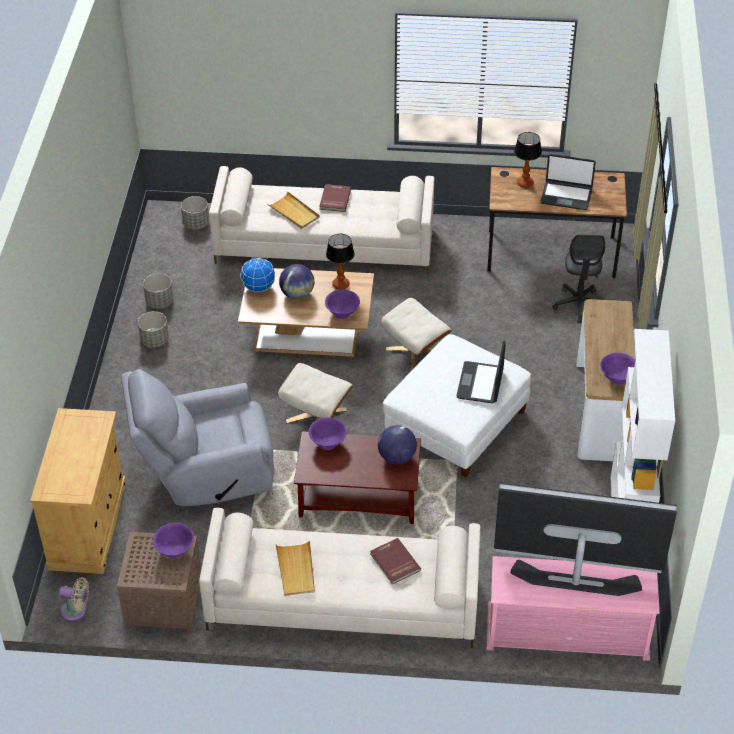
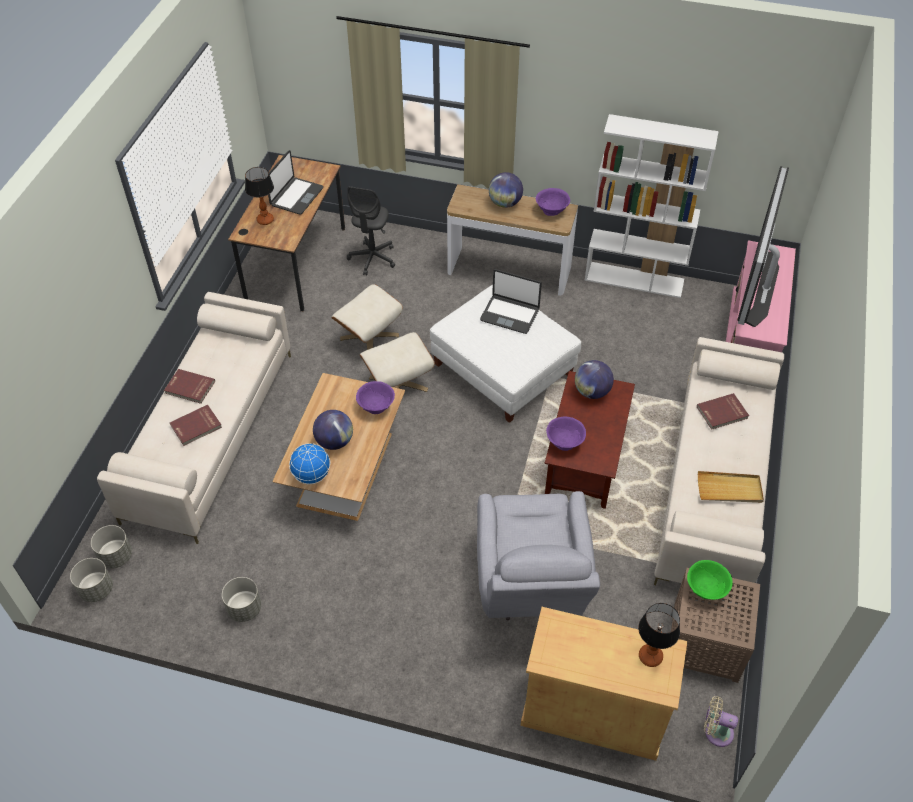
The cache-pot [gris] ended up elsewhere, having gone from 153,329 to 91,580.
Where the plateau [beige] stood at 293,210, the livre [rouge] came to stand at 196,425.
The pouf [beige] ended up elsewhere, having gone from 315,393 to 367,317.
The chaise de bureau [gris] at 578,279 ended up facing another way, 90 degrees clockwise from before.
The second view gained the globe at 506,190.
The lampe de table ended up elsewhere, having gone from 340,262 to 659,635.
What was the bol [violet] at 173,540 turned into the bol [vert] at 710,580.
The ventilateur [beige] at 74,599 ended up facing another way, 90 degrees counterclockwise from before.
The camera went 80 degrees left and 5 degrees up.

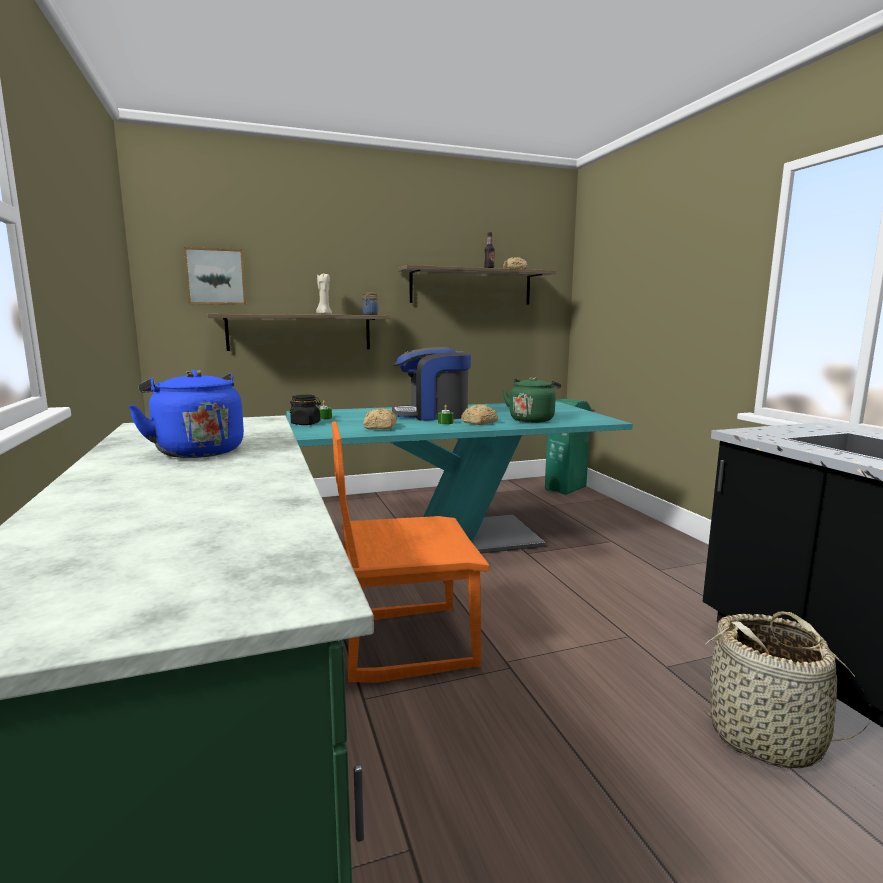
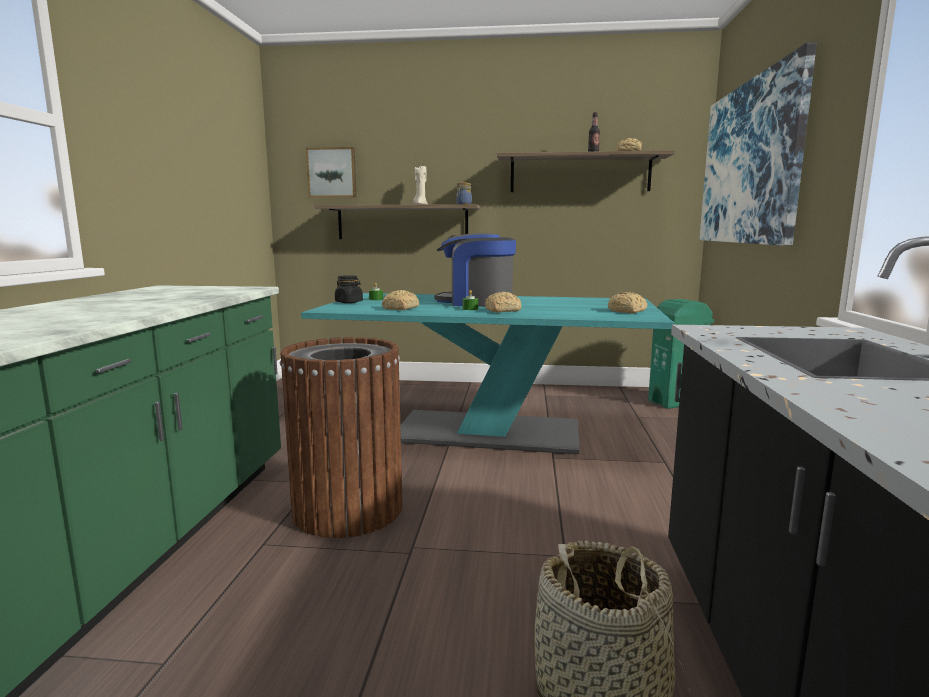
Where the chaise [orange] stood at 410,552, the poubelle [marron] came to stand at 341,437.
The second view gained the pain at 627,302.
The second view gained the tableau at 758,144.
The second view lost the bouilloire [bleu] at 186,414.
The second view lost the bouilloire [vert] at 532,400.
The camera went 25 degrees right and 0 degrees up.

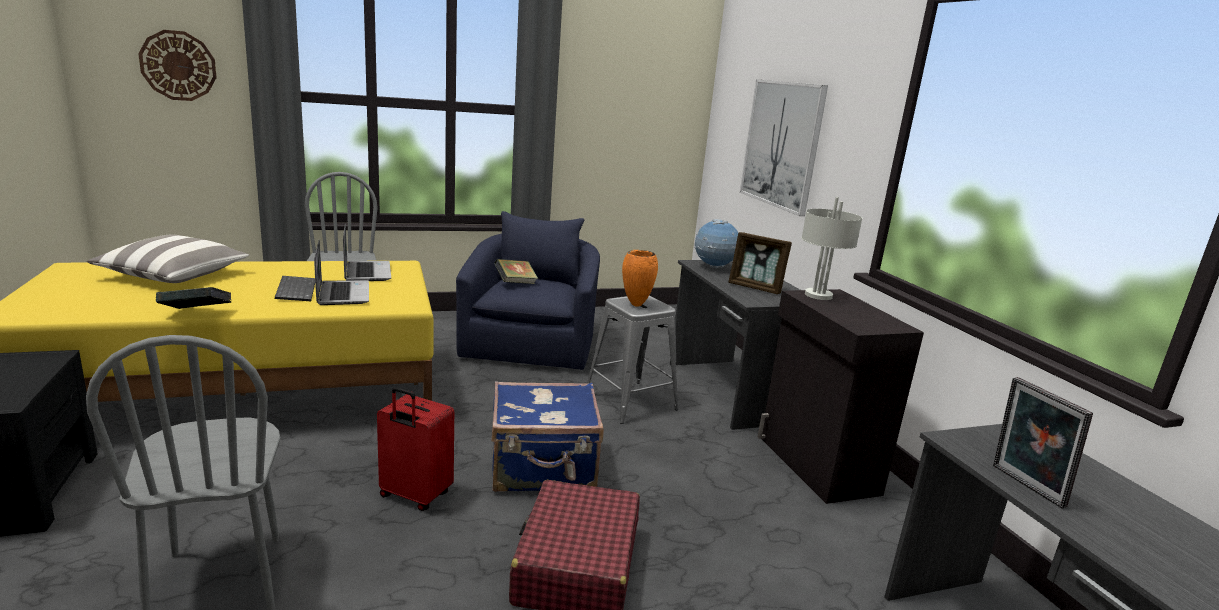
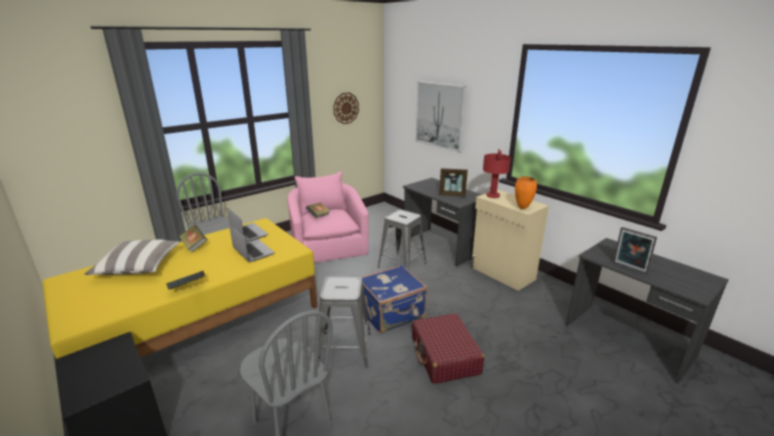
The second view gained the livre at 193,239.
What was the fauteuil [bleu] at 528,290 turned into the fauteuil [rose] at 328,217.
Where the valise [rouge] stood at 415,449, the tabouret [gris] came to stand at 344,322.
The horloge murale ended up elsewhere, having gone from 177,65 to 346,108.
What was the meuble de rangement [noir] at 841,396 turned into the meuble de rangement [beige] at 510,240.
What was the lampe de table [gris] at 832,248 turned into the lampe de table [rouge] at 497,173.
The vase [orange] ended up elsewhere, having gone from 640,278 to 526,192.
The second view lost the clavier at 295,288.
The second view lost the globe at 716,244.
The camera went 20 degrees left and 5 degrees up.

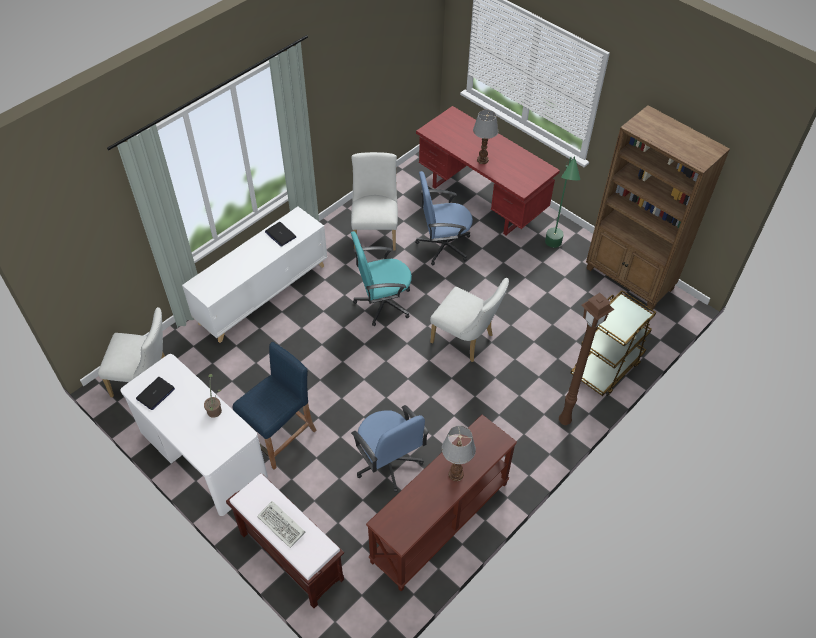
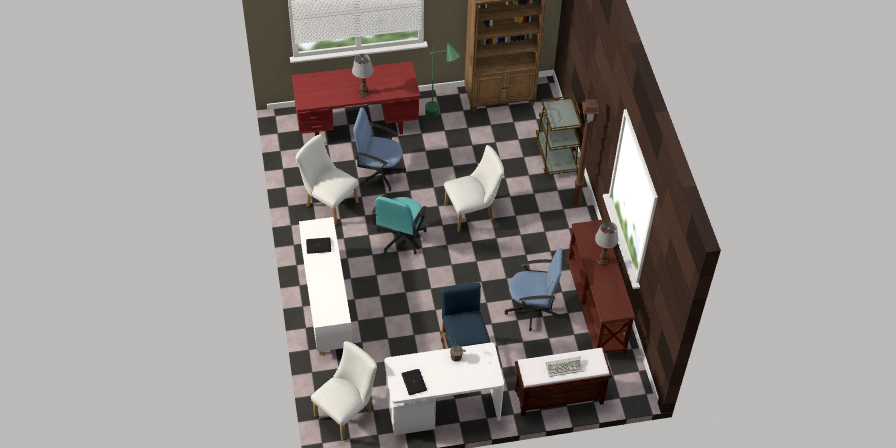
The chaise de bureau [bleu] at 444,218 ended up facing another way, 75 degrees clockwise from before.
The camera went 55 degrees left and 0 degrees up.

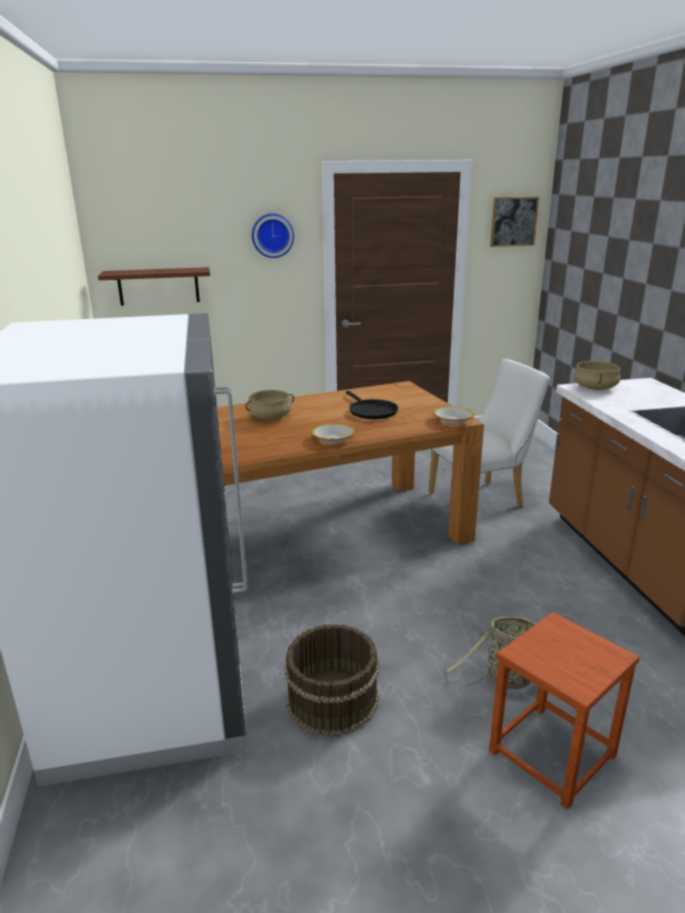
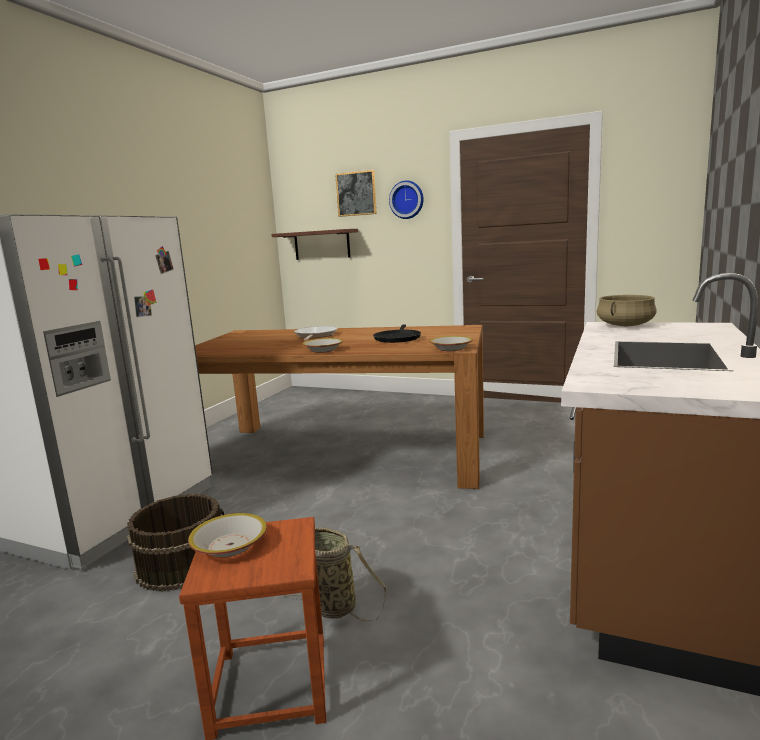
The second view gained the bol at 227,535.
Where the marmite [beige] stood at 269,405, the poêle came to stand at 315,333.
The tableau ended up elsewhere, having gone from 514,222 to 356,193.
The second view lost the chaise [blanc] at 489,433.
The camera went 35 degrees right and 10 degrees down.

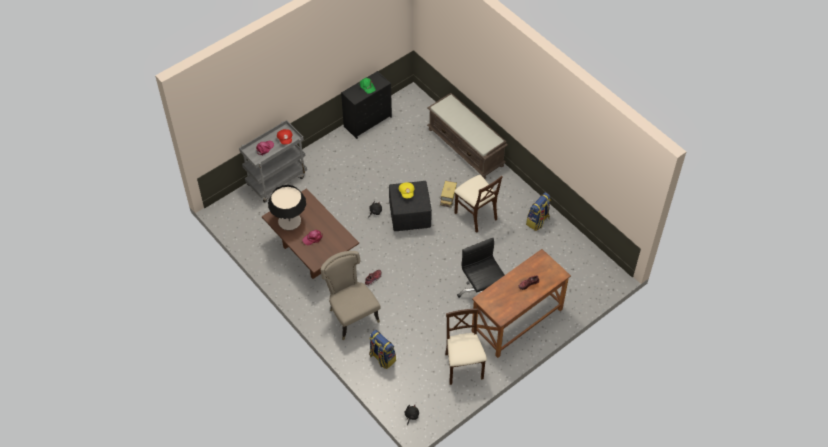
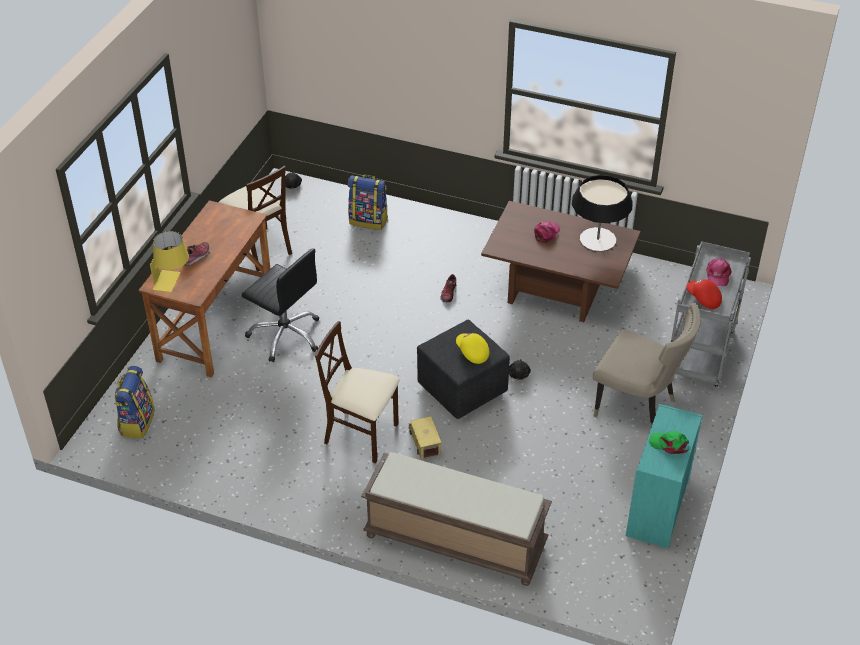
The sac à dos ended up elsewhere, having gone from 538,212 to 134,402.
The second view gained the lampe de table [jaune] at 169,261.
The chaise [beige] ended up elsewhere, having gone from 351,295 to 647,365.
What was the commode [noir] at 366,105 turned into the commode [turquoise] at 664,476.
The camera went 150 degrees right and 10 degrees down.

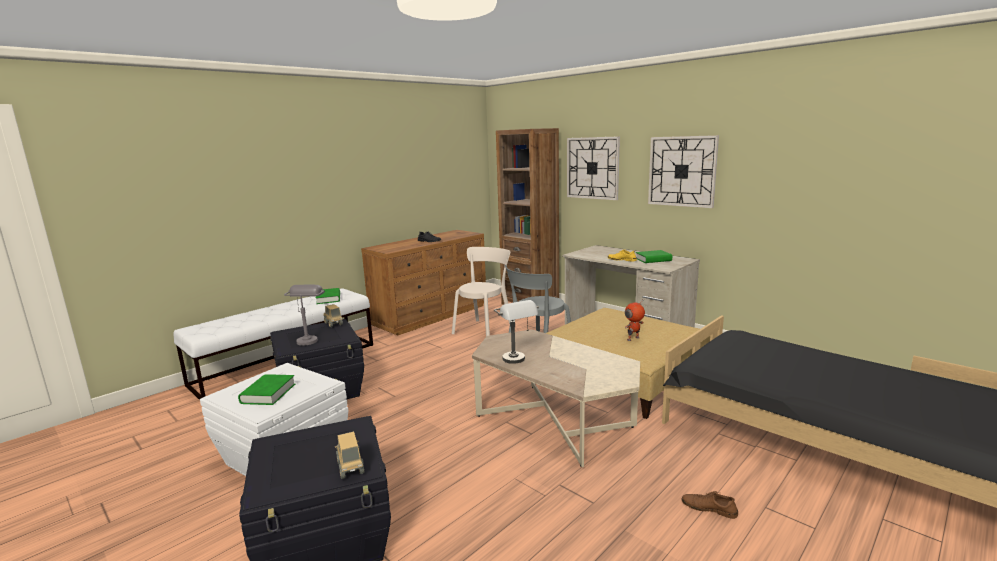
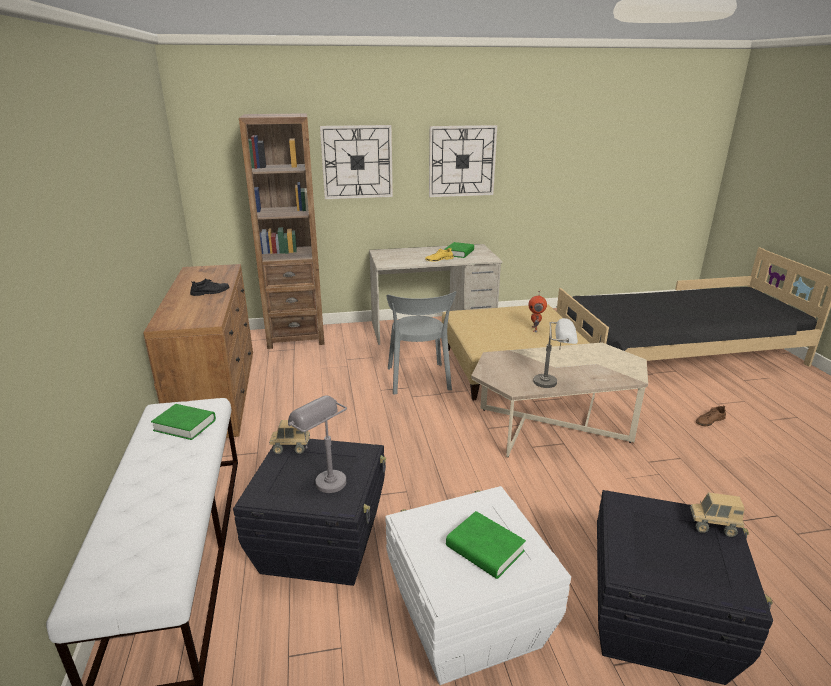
The second view lost the chaise [beige] at 481,291.
The camera went 55 degrees left and 10 degrees up.

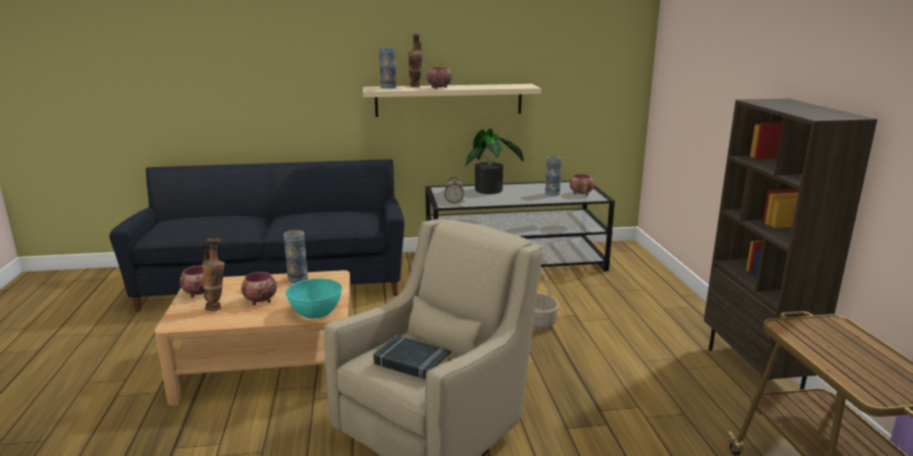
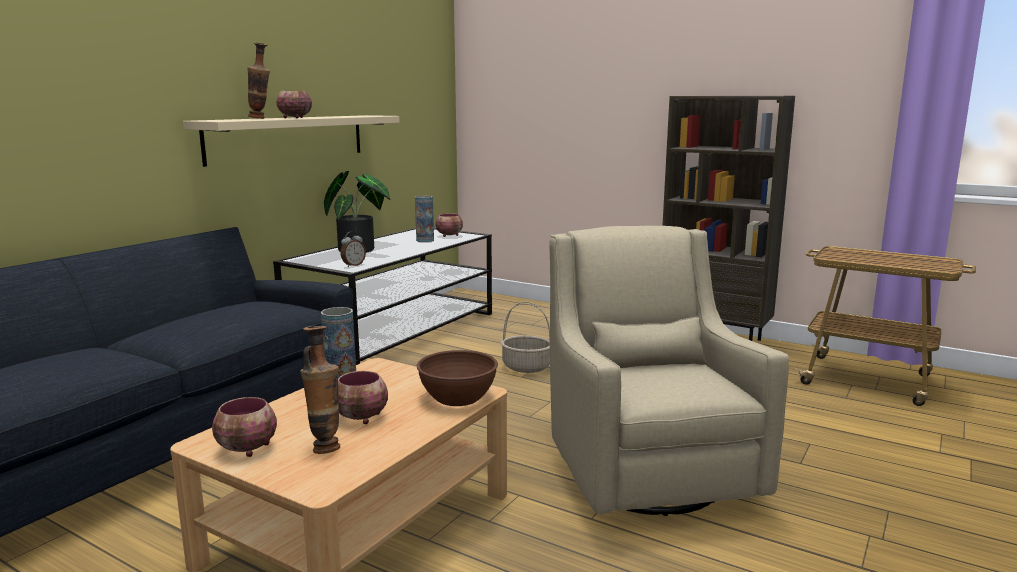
What was the bol [turquoise] at 314,298 turned into the bol [marron] at 457,378.
The second view lost the livre [noir] at 412,357.
The second view lost the vase at 387,68.
The camera went 50 degrees left and 5 degrees down.

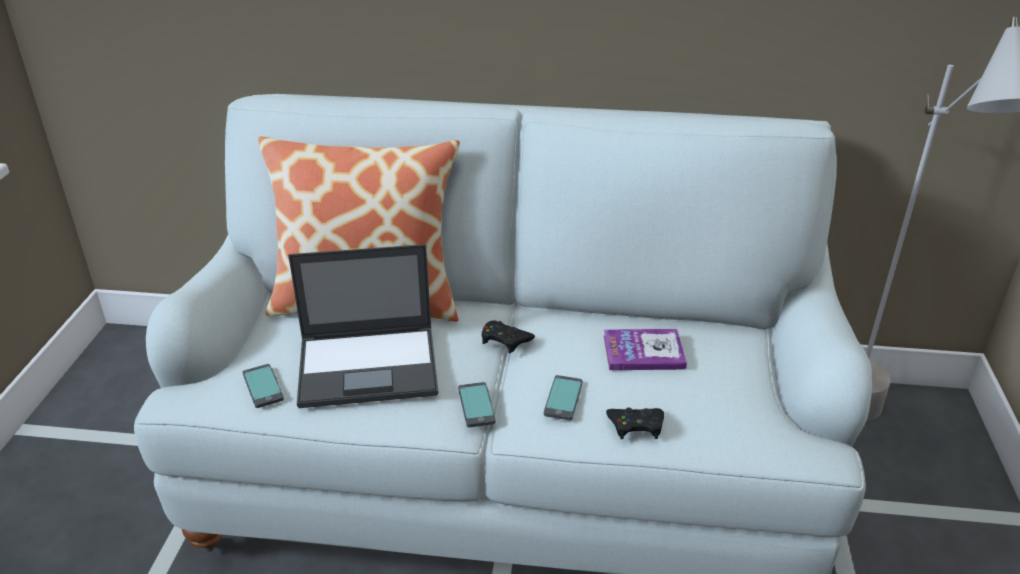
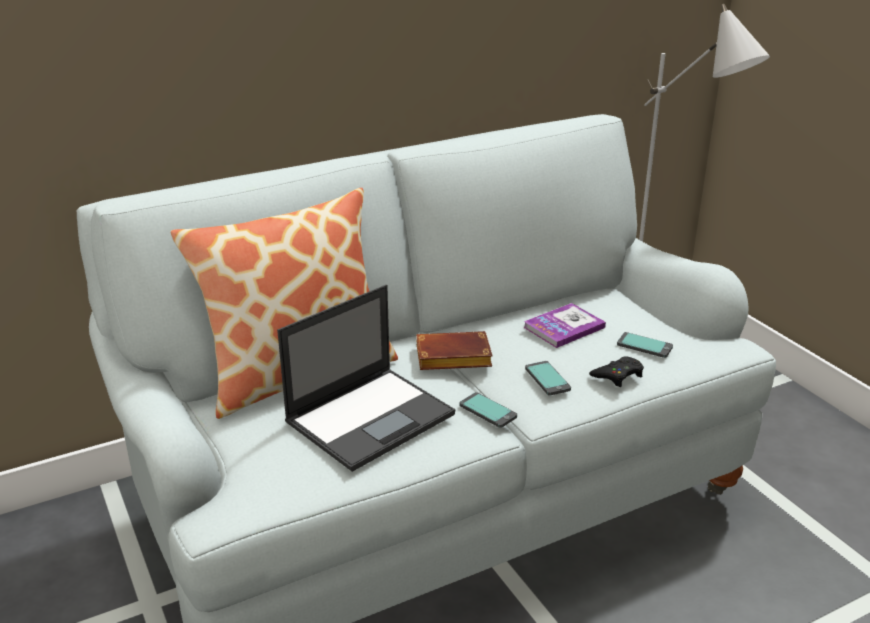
Where the manette [noir] stood at 508,336, the livre [marron] came to stand at 454,350.
The téléphone ended up elsewhere, having gone from 263,386 to 645,345.
The camera went 35 degrees left and 5 degrees down.

